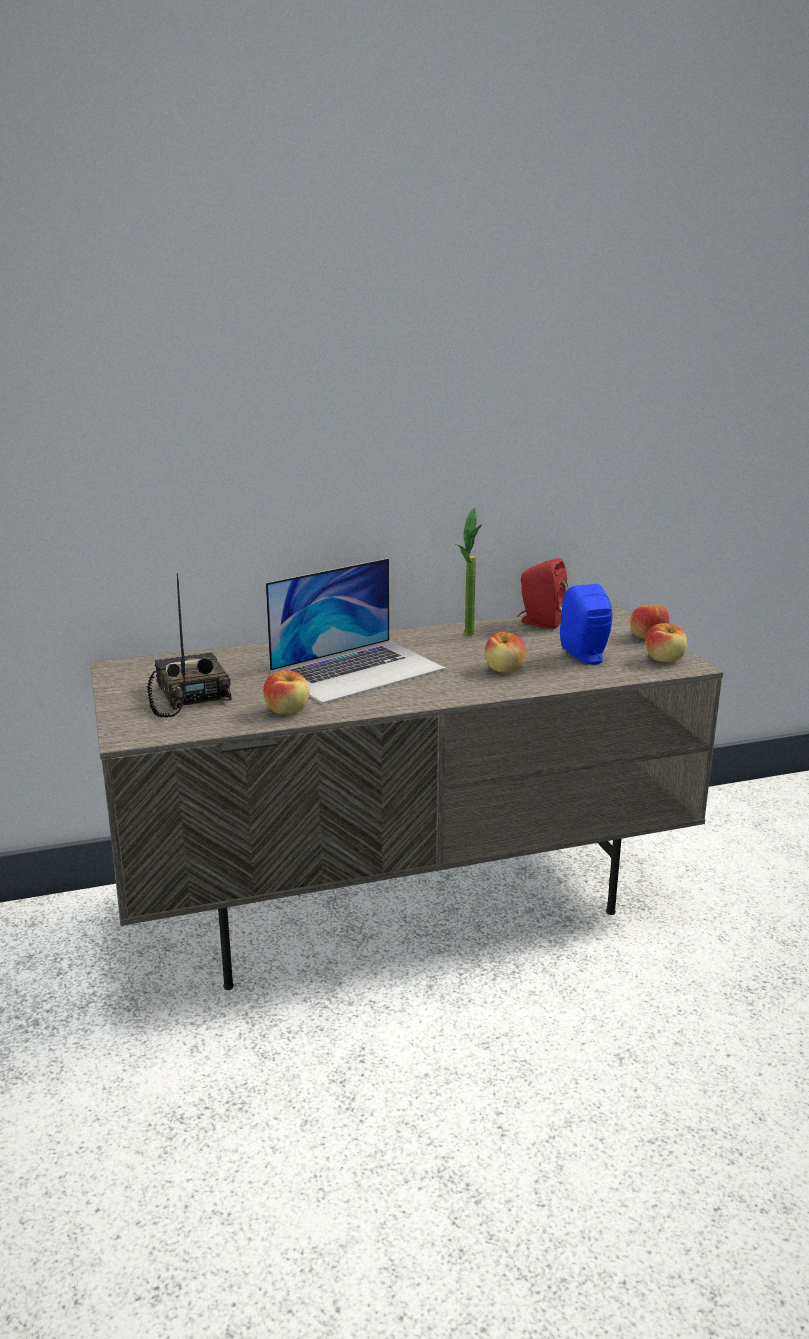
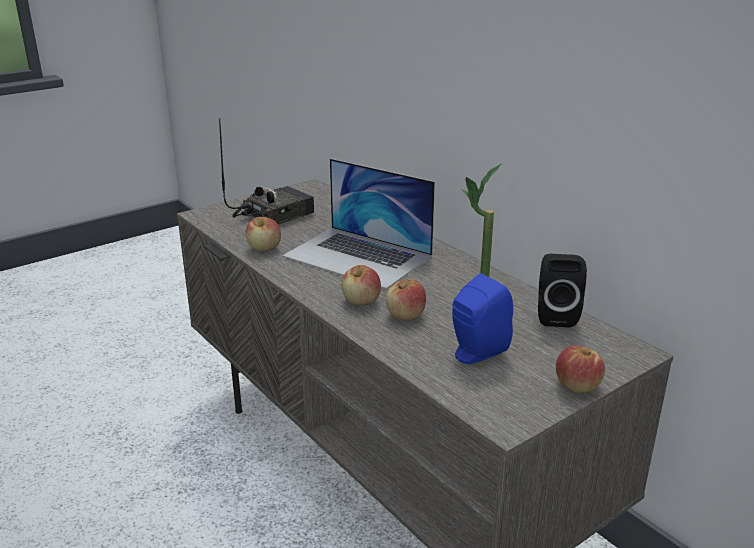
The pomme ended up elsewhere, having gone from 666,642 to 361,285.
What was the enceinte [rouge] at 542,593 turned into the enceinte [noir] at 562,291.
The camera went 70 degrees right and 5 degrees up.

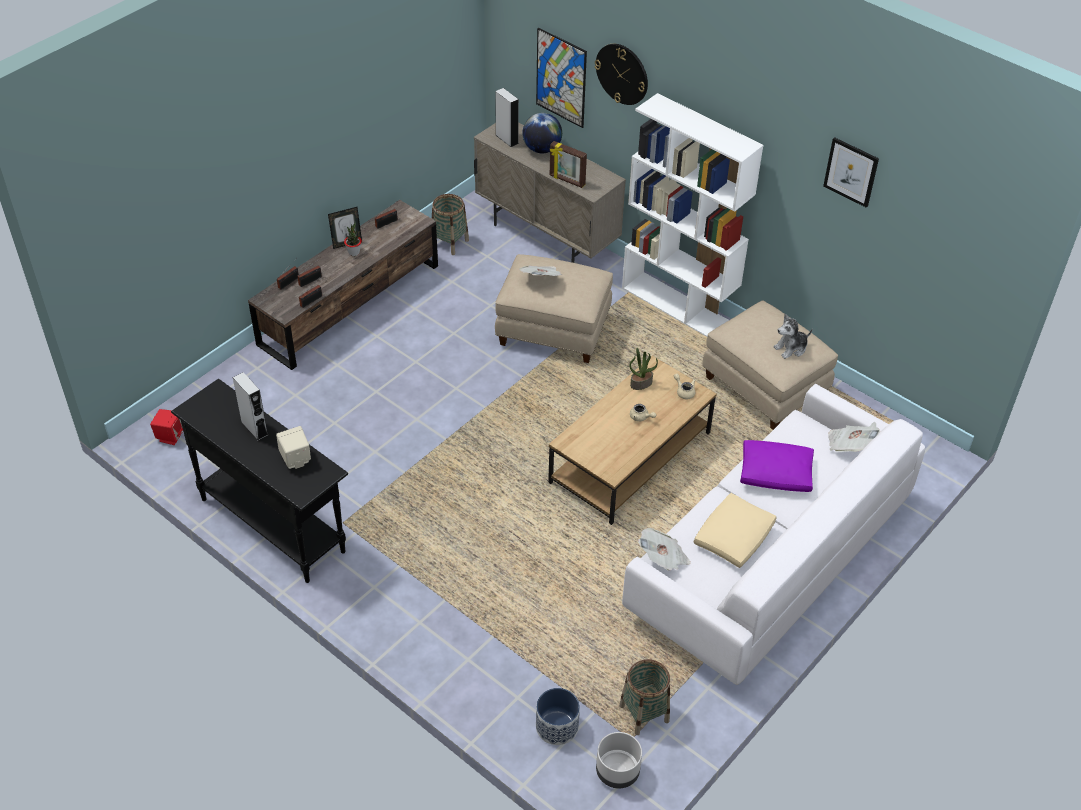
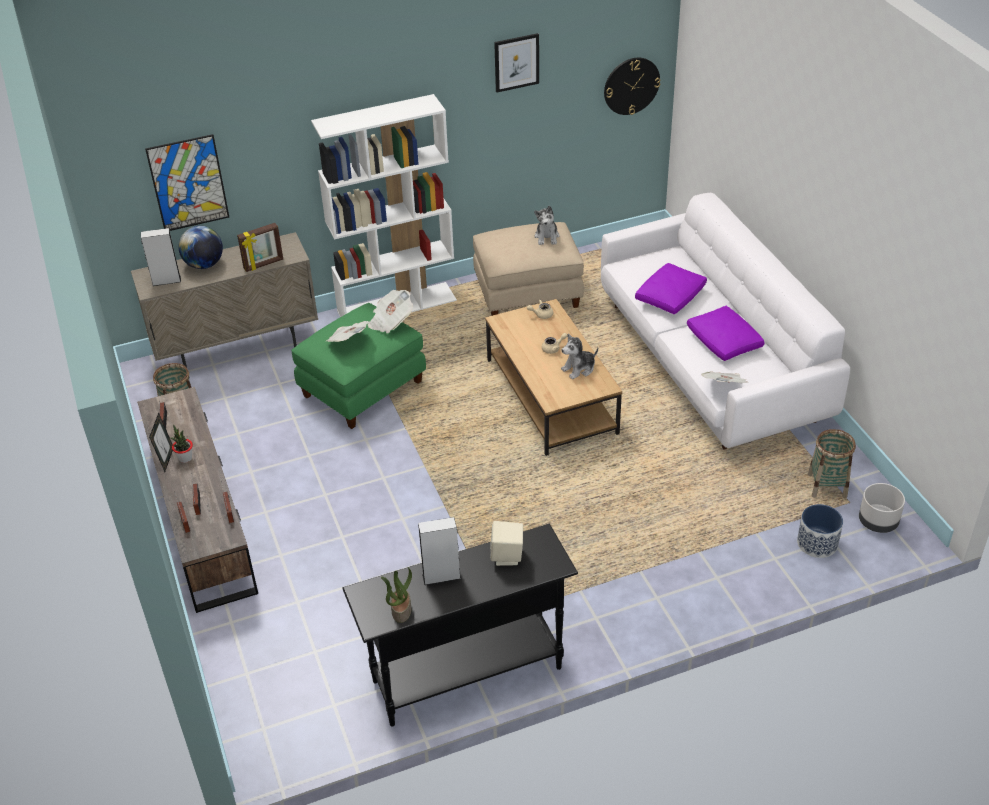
What was the pouf [beige] at 554,308 turned into the pouf [vert] at 358,366.
The journal ended up elsewhere, having gone from 854,437 to 390,312.
The plante en pot ended up elsewhere, having gone from 643,369 to 396,595.
The second view gained the peluche at 579,356.
The horloge murale ended up elsewhere, having gone from 621,74 to 632,86.
What was the coussin [beige] at 735,530 turned into the coussin [violet] at 726,333.
The second view lost the enceinte [rouge] at 166,427.
The camera went 60 degrees left and 5 degrees down.

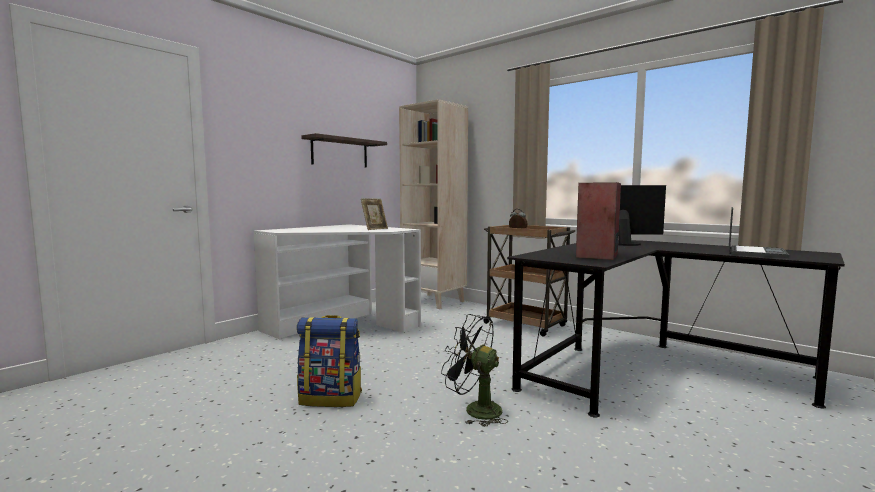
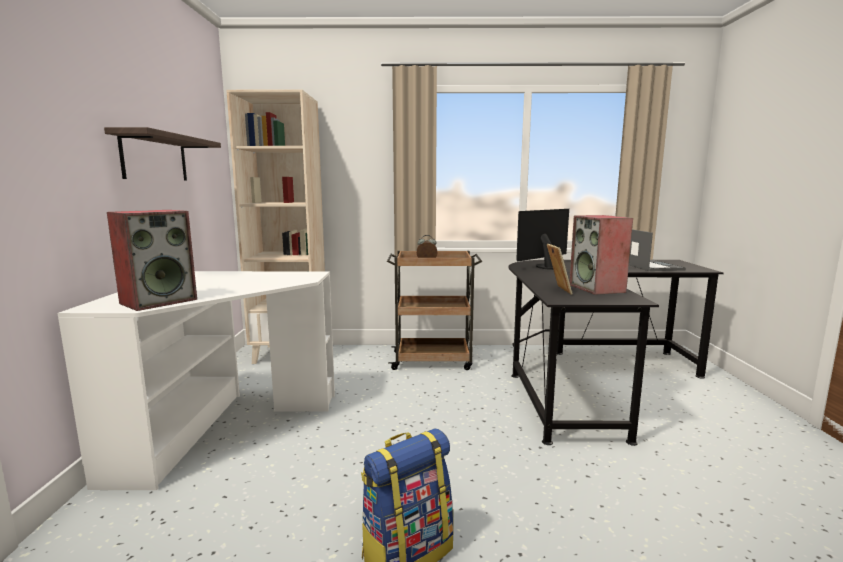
The second view gained the enceinte at 152,260.
The cadre photo ended up elsewhere, having gone from 374,214 to 560,269.
The second view lost the ventilateur [noir] at 474,370.
The camera went 40 degrees left and 5 degrees up.

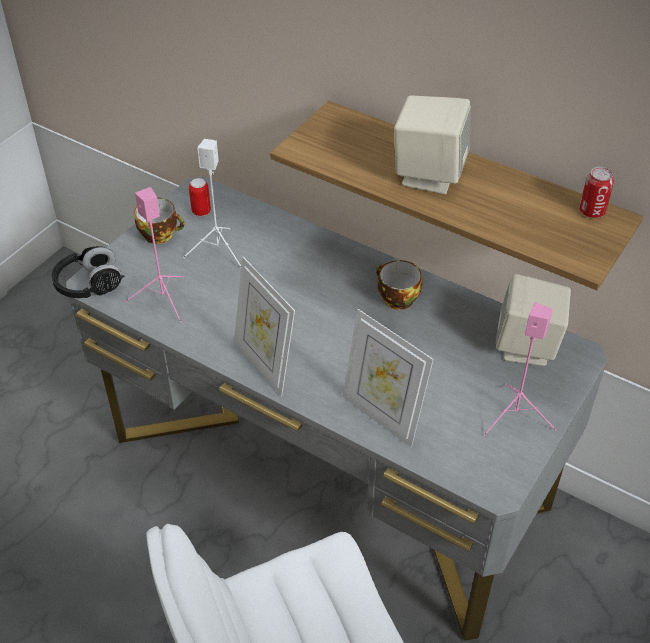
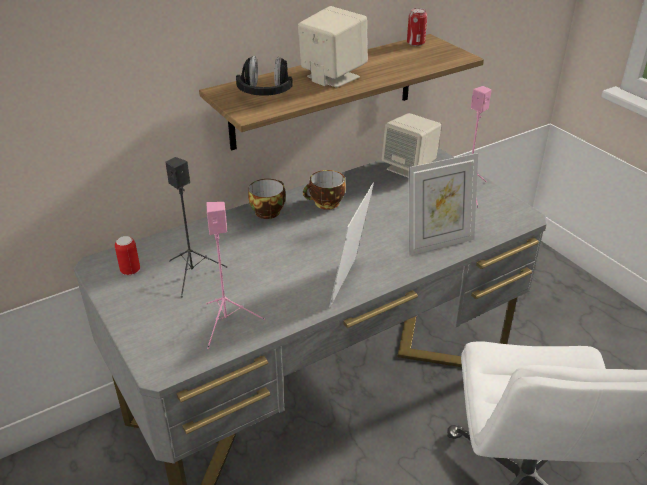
What was the enceinte [blanc] at 212,203 turned into the enceinte [noir] at 196,227.
The casque audio [noir] ended up elsewhere, having gone from 88,272 to 264,76.
The tasse ended up elsewhere, having gone from 159,221 to 267,199.
The cadre photo at 264,326 ended up facing another way, 120 degrees clockwise from before.
The camera went 65 degrees left and 10 degrees down.

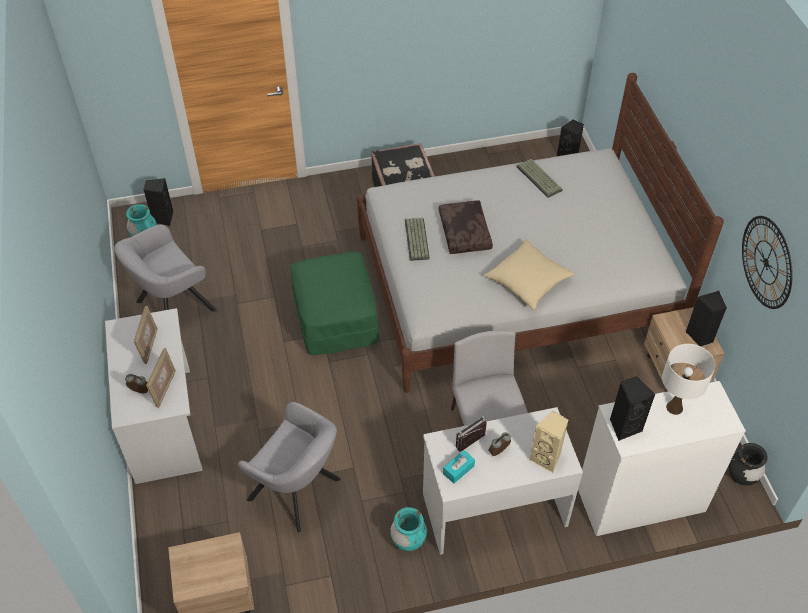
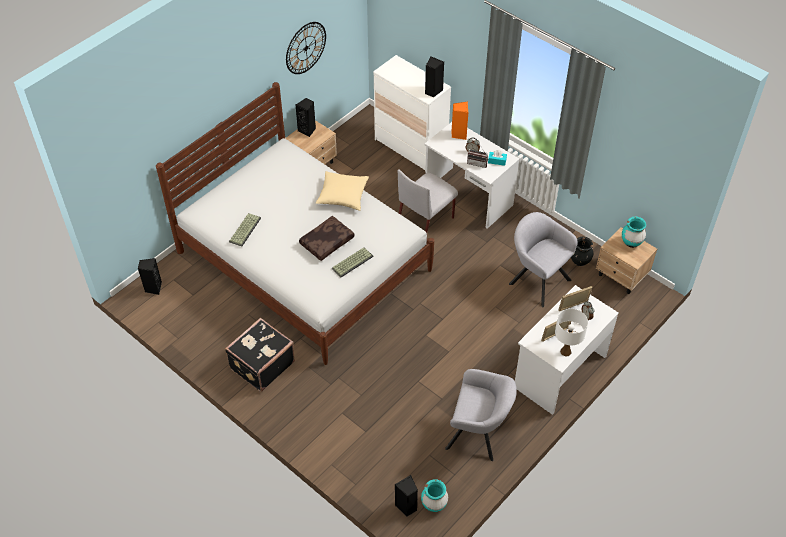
What was the enceinte [beige] at 549,442 turned into the enceinte [orange] at 459,121.
The fauteuil [gris] at 289,467 ended up facing another way, 45 degrees counterclockwise from before.
The lampe de table [blanc] ended up elsewhere, having gone from 688,379 to 571,332.
The vase [noir] ended up elsewhere, having gone from 748,464 to 582,251.
The vase [turquoise] ended up elsewhere, having gone from 409,529 to 634,232.
The second view lost the pouf [vert] at 335,303.
The camera went 125 degrees left and 0 degrees up.

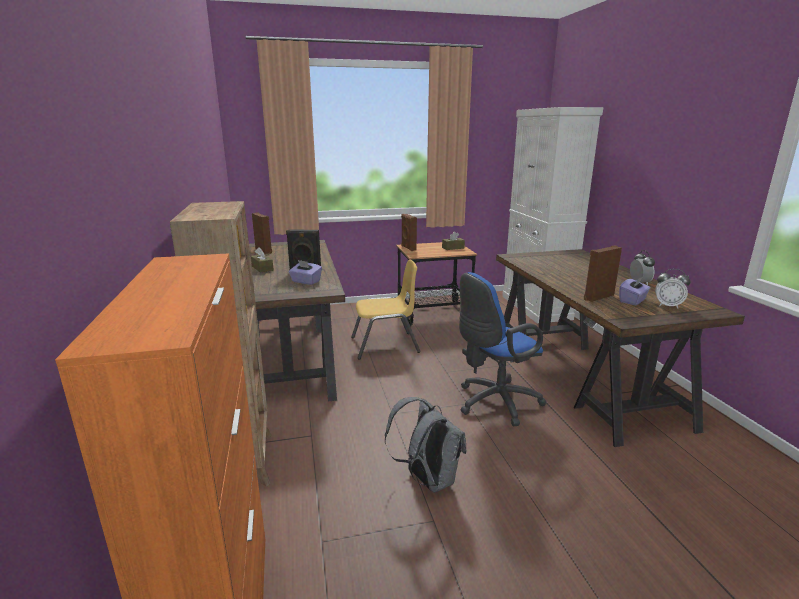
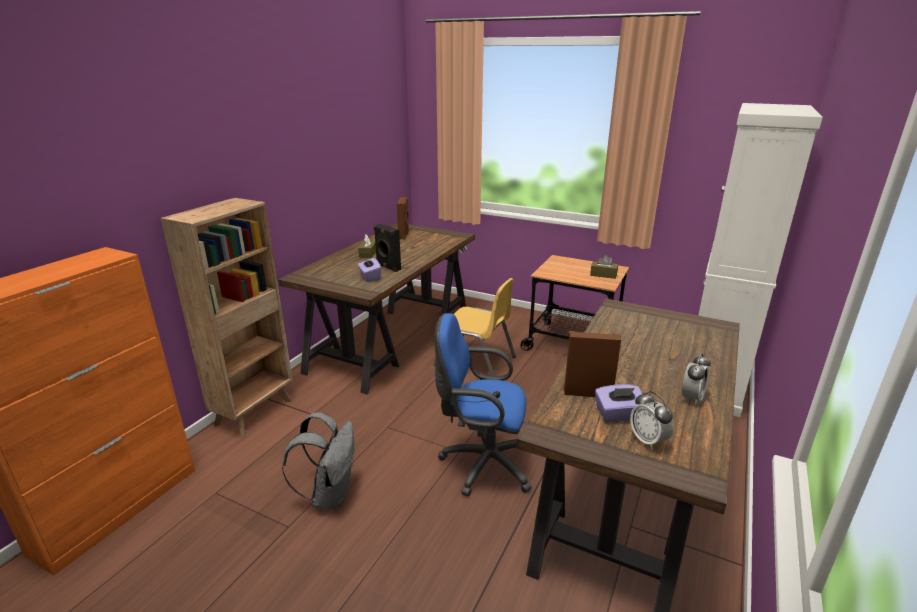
The second view lost the enceinte [marron] at 409,232.
The camera went 40 degrees right and 5 degrees up.

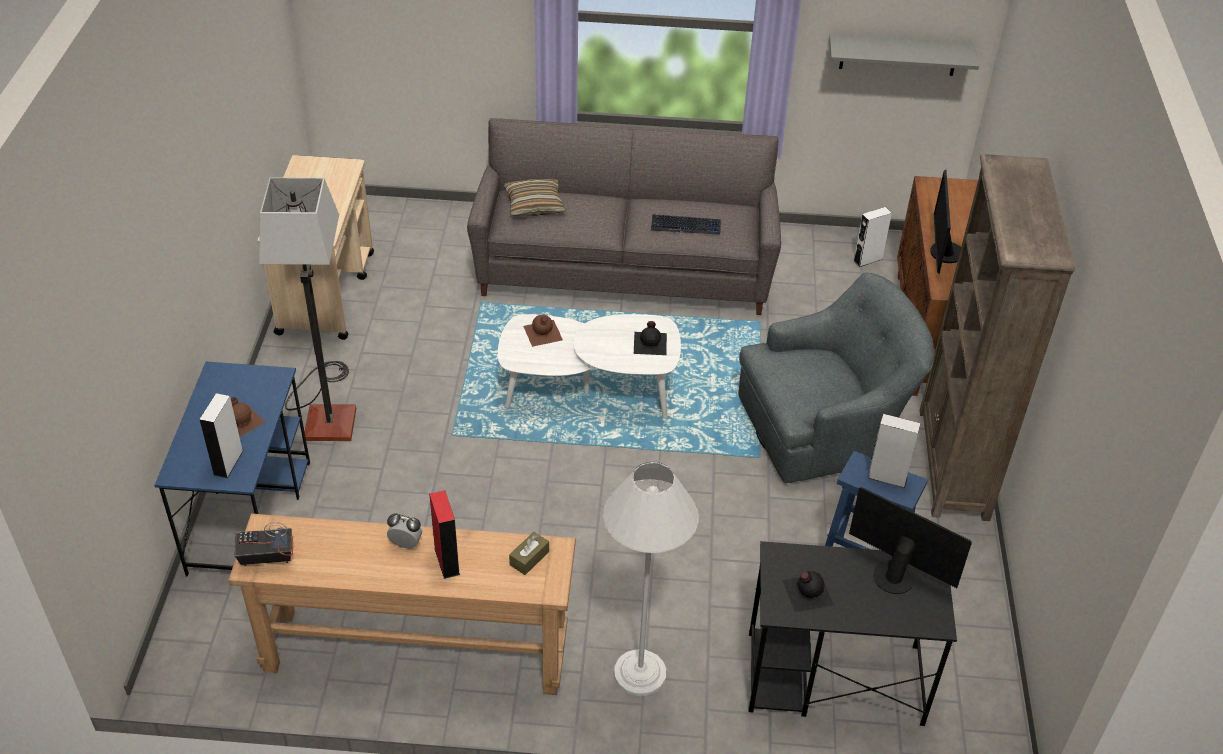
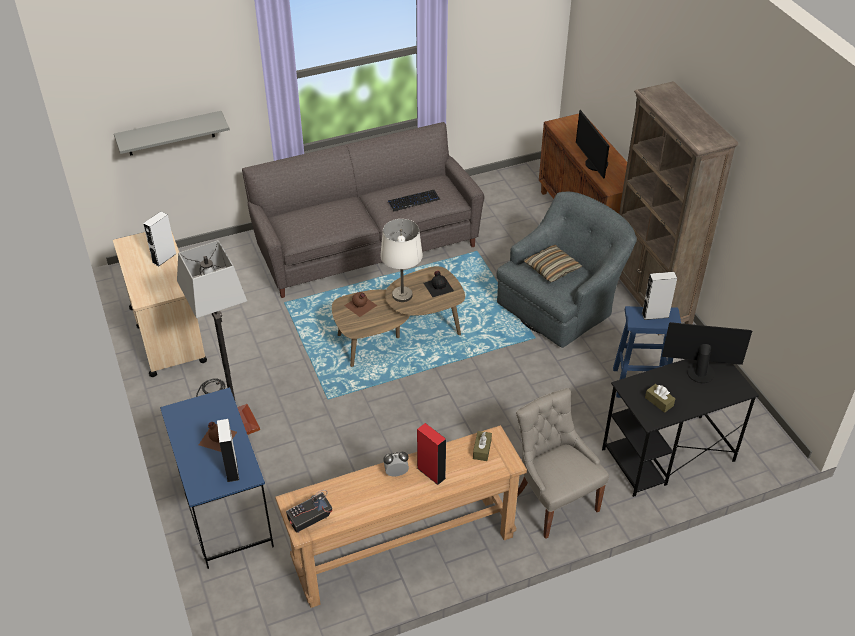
The étagère [gris] ended up elsewhere, having gone from 904,55 to 172,133.
The enceinte [blanc] ended up elsewhere, having gone from 872,237 to 159,238.
What was the table basse [blanc] at 589,366 turned into the table basse [marron] at 398,316.
The second view gained the lampe de table [blanc] at 401,260.
Where the lampadaire [blanc] stood at 651,579, the chaise [gris] came to stand at 562,463.
The coussin ended up elsewhere, having gone from 535,197 to 553,263.
Where the bouteille [noir] stood at 808,592, the boîte à mouchoirs [marron] came to stand at 660,398.
The camera went 25 degrees left and 0 degrees up.

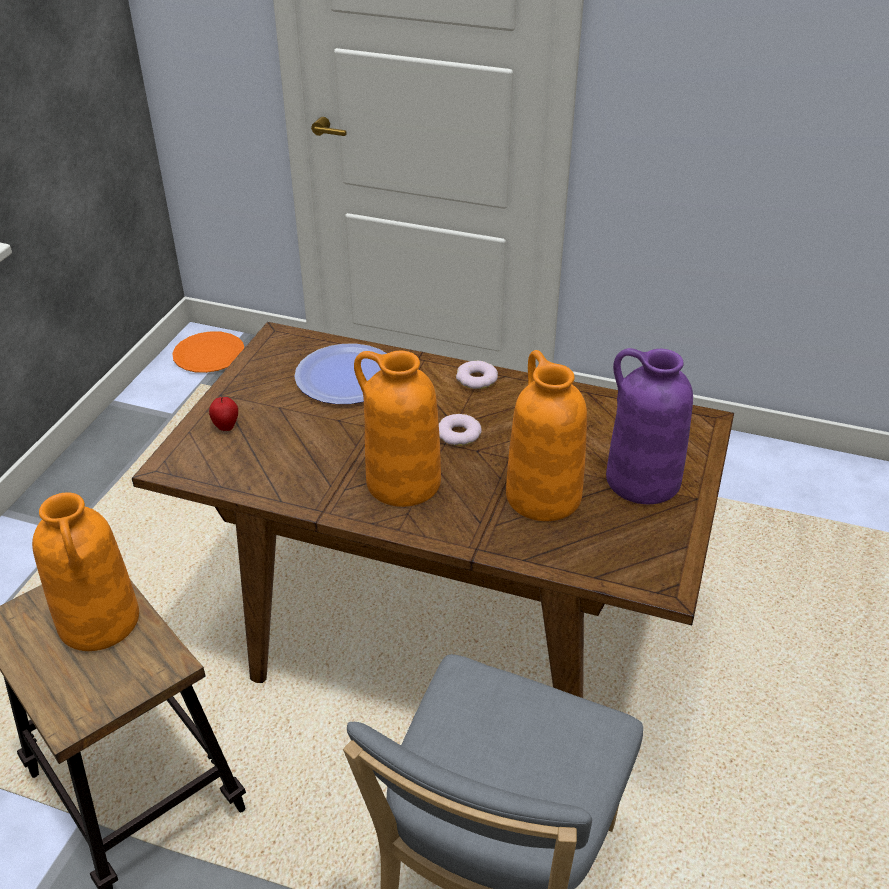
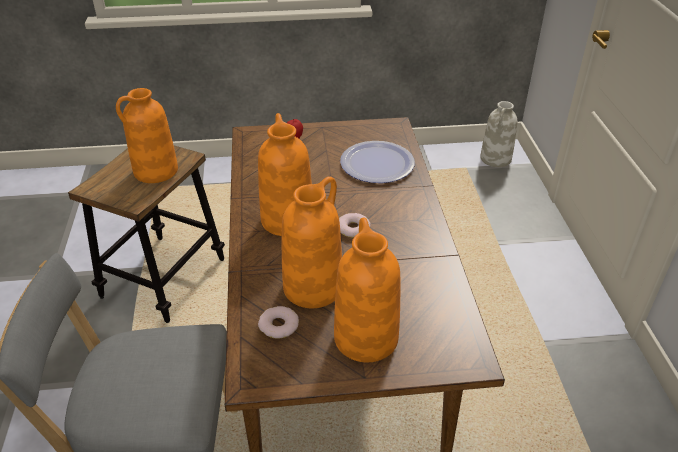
The beignet ended up elsewhere, having gone from 477,375 to 278,322.
What was the vase [violet] at 649,426 turned into the vase [orange] at 367,289.
Where the assiette [orange] stood at 208,352, the vase [blanc] came to stand at 498,134.
The camera went 65 degrees right and 0 degrees up.

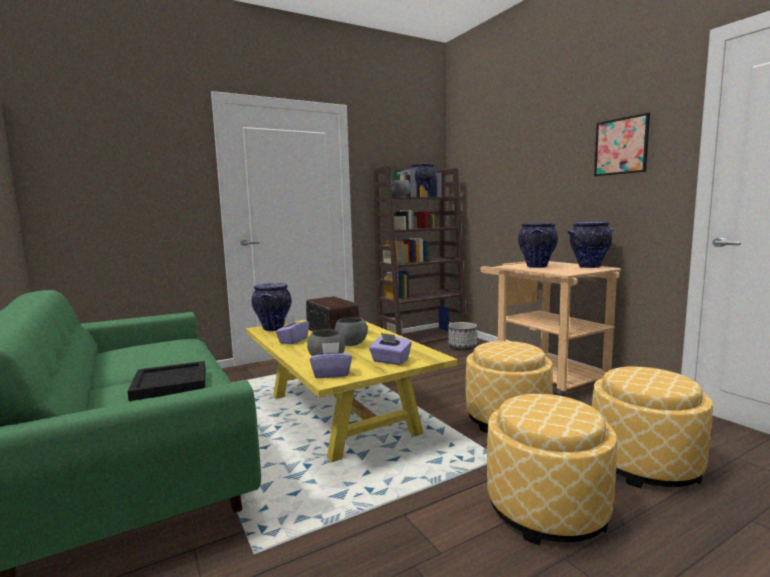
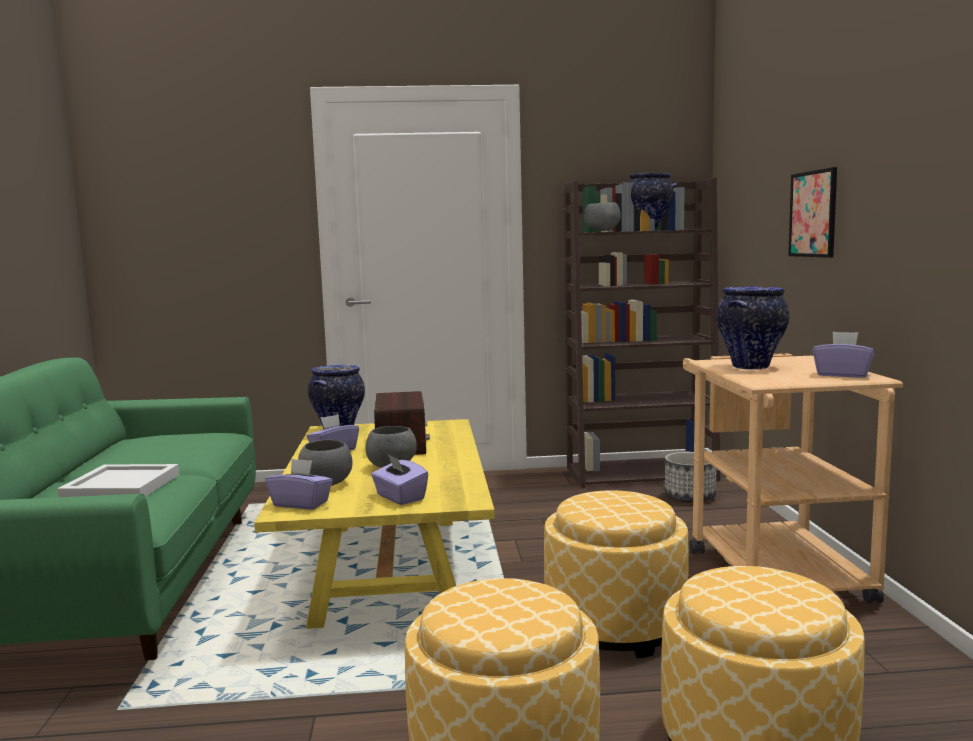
What was the plateau [noir] at 167,381 turned into the plateau [blanc] at 118,480.
The tableau ended up elsewhere, having gone from 622,144 to 812,212.
Where the vase stood at 591,245, the boîte à mouchoirs [violet] came to stand at 843,355.
The camera went 25 degrees right and 0 degrees up.

